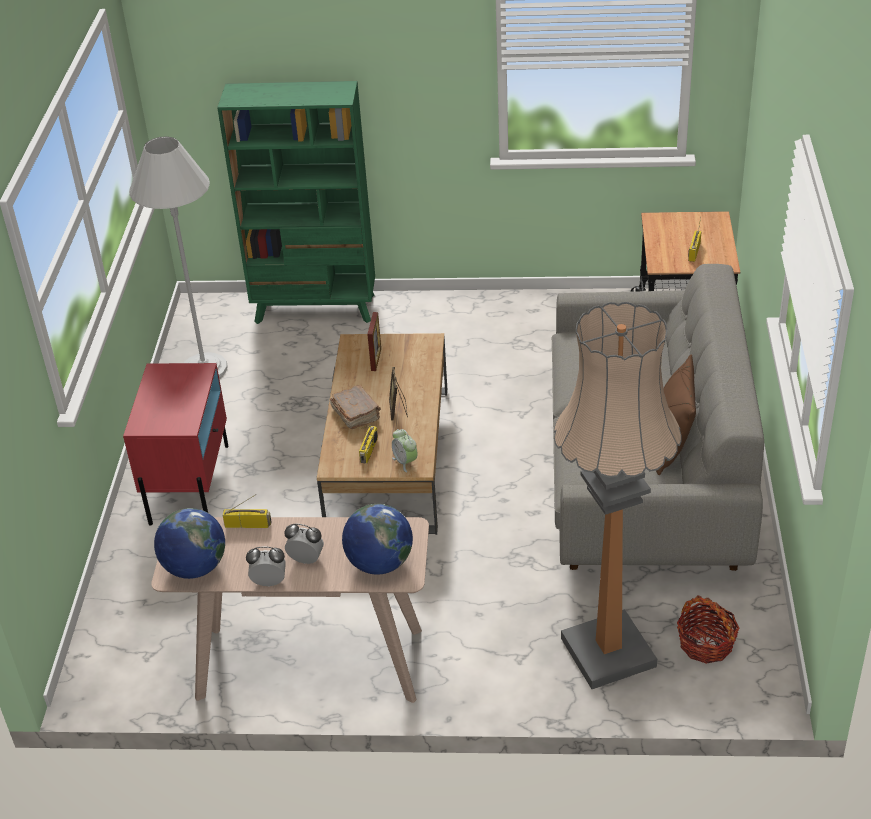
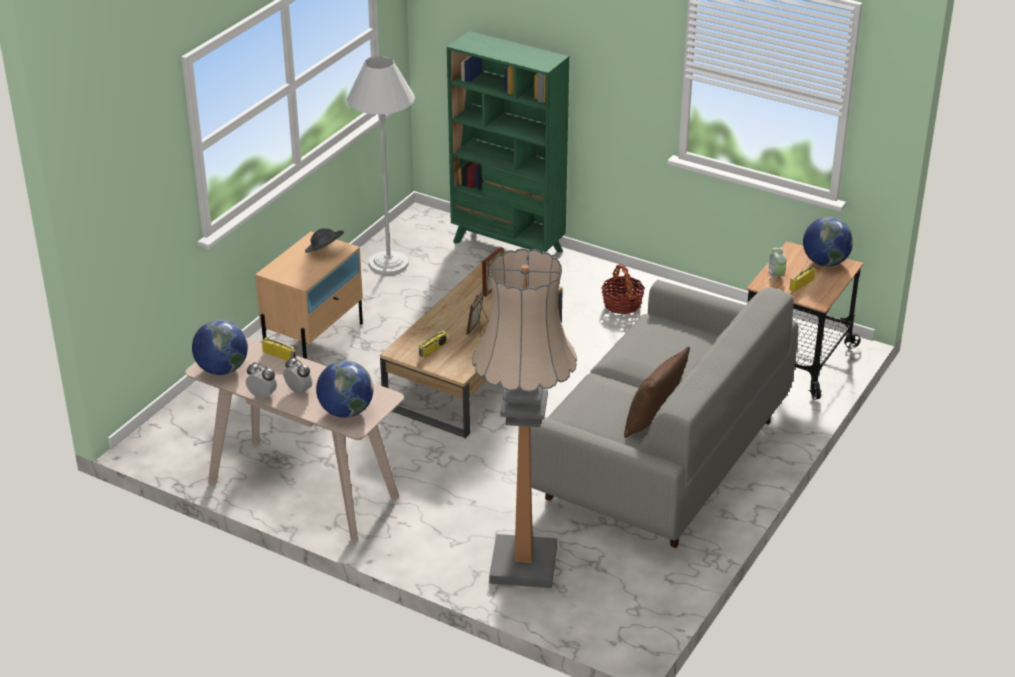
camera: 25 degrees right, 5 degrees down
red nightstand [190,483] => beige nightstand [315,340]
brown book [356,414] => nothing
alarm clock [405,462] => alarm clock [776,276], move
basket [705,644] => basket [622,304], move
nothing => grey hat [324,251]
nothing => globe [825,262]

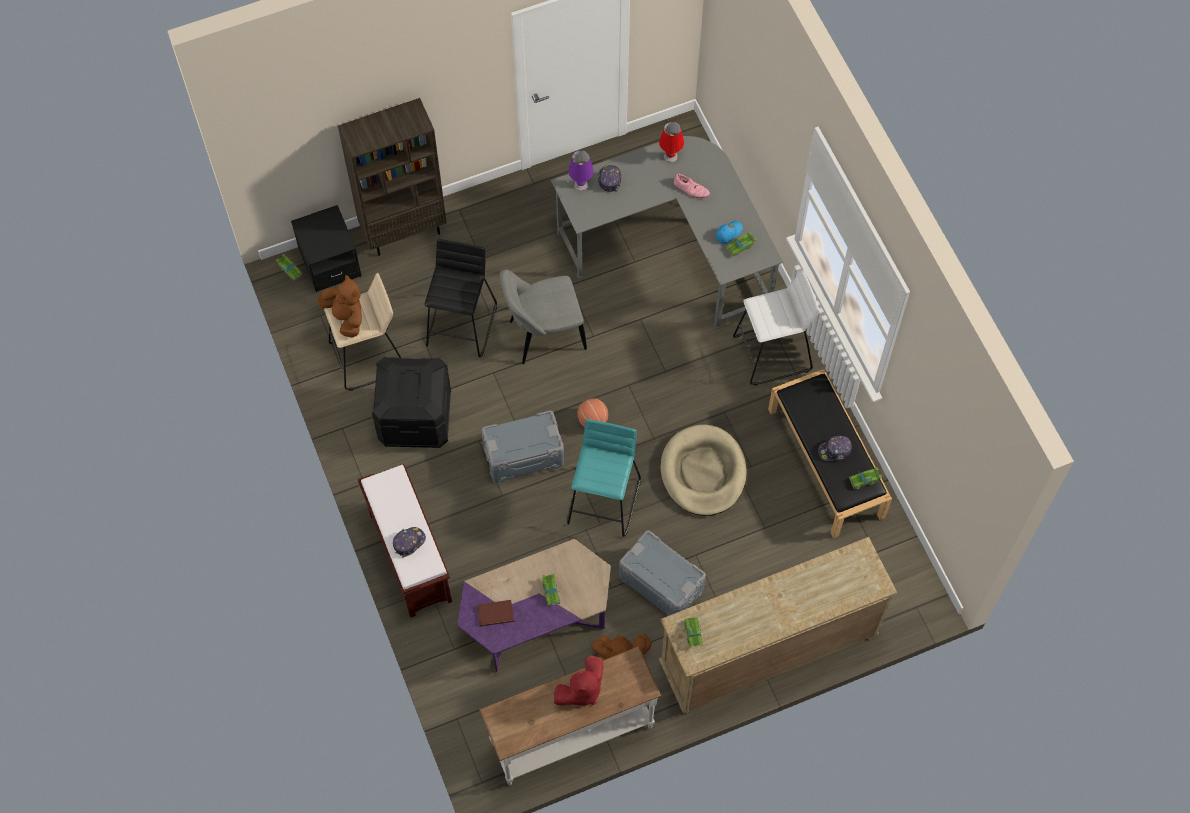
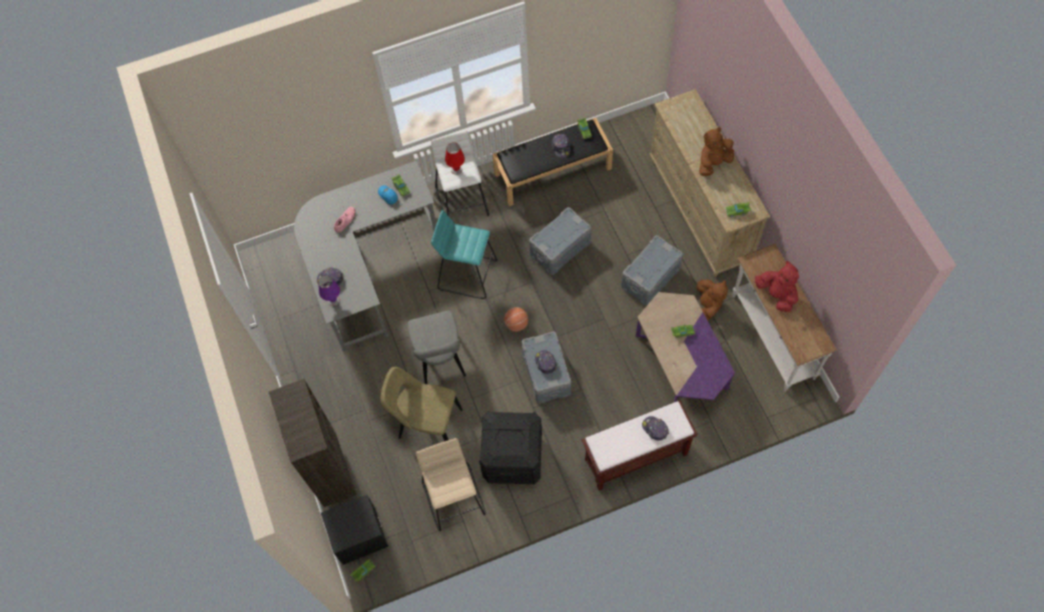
camera: 85 degrees left, 0 degrees up
brown plush toy [346,317] => brown plush toy [713,163], move
black stool [462,325] => beige chair [427,423]
brown book [495,613] => nothing
turquoise stool [604,501] => turquoise stool [467,274], move
red table lamp [670,156] => red table lamp [456,170], move
beige dog bed [703,472] => grey storage box [560,249]
nothing => cap [545,363]

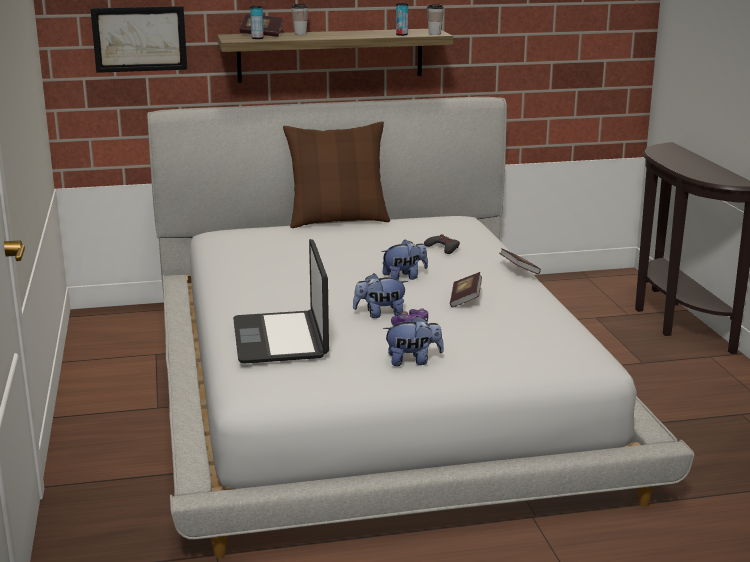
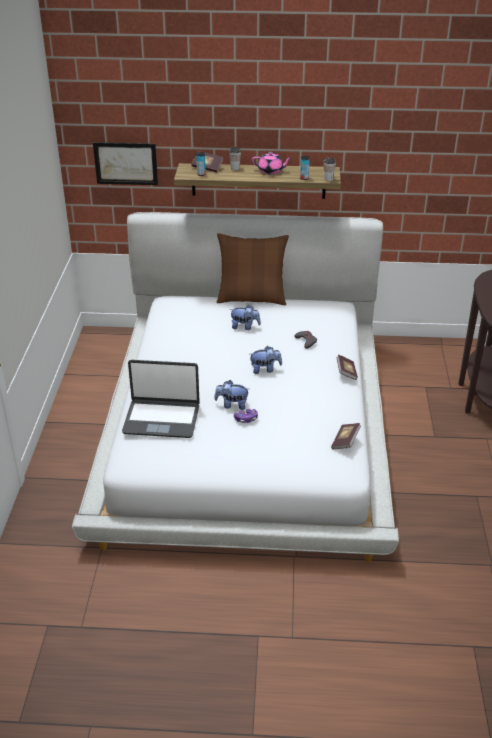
camera: 15 degrees right, 15 degrees up
laptop [281,339] => laptop [161,419], 90 degrees counterclockwise
plush toy [413,361] => plush toy [245,327], move
book [465,299] => book [345,442], move
nothing => pink teapot [271,171]

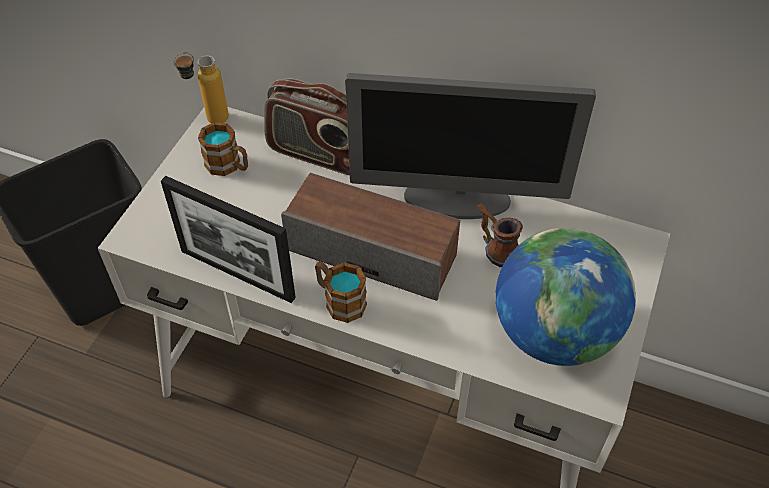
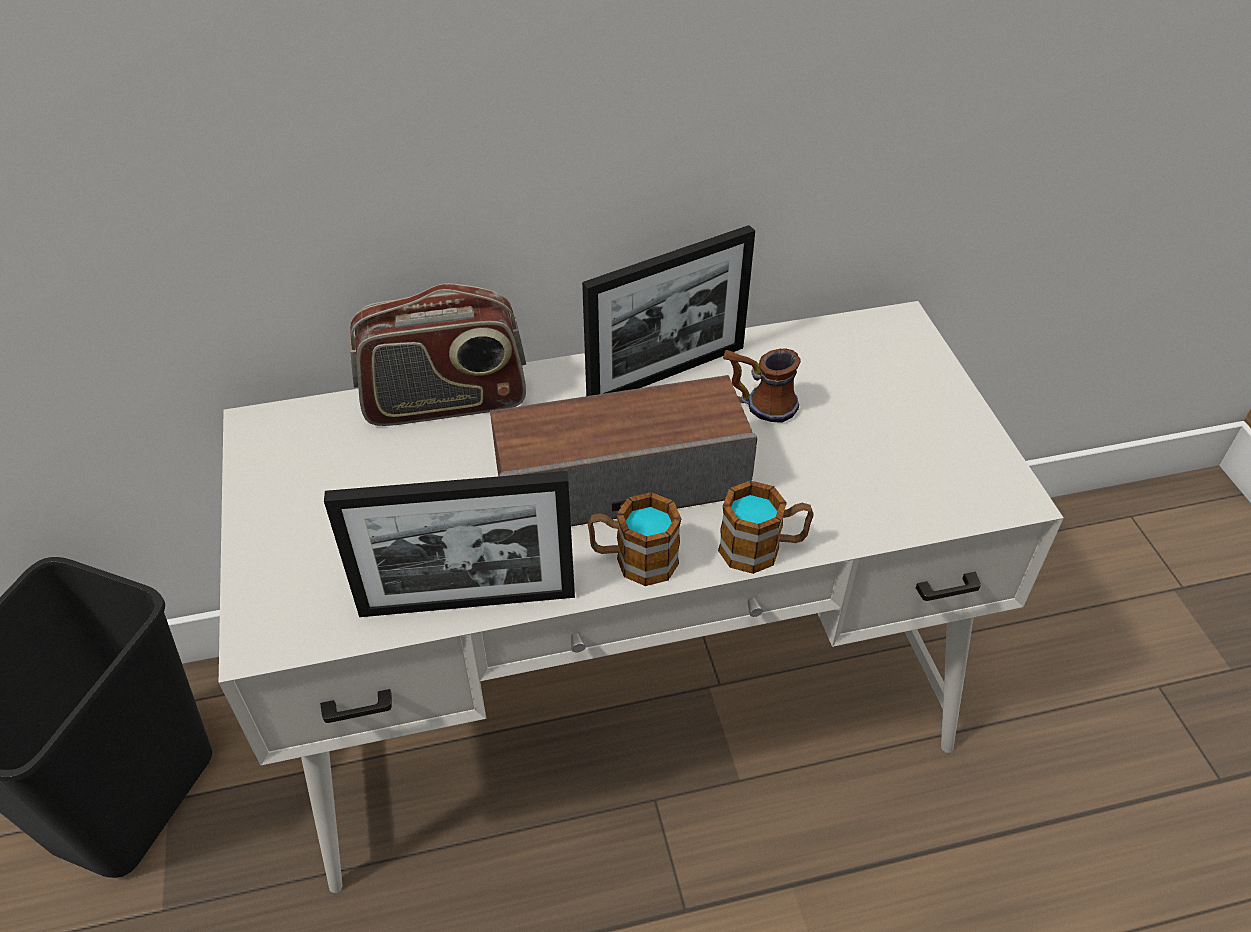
camera: 35 degrees left, 5 degrees down
bottle [208,120] => nothing
mug [228,166] => mug [762,548], move
monitor [458,200] => picture frame [666,373]
globe [553,333] => nothing

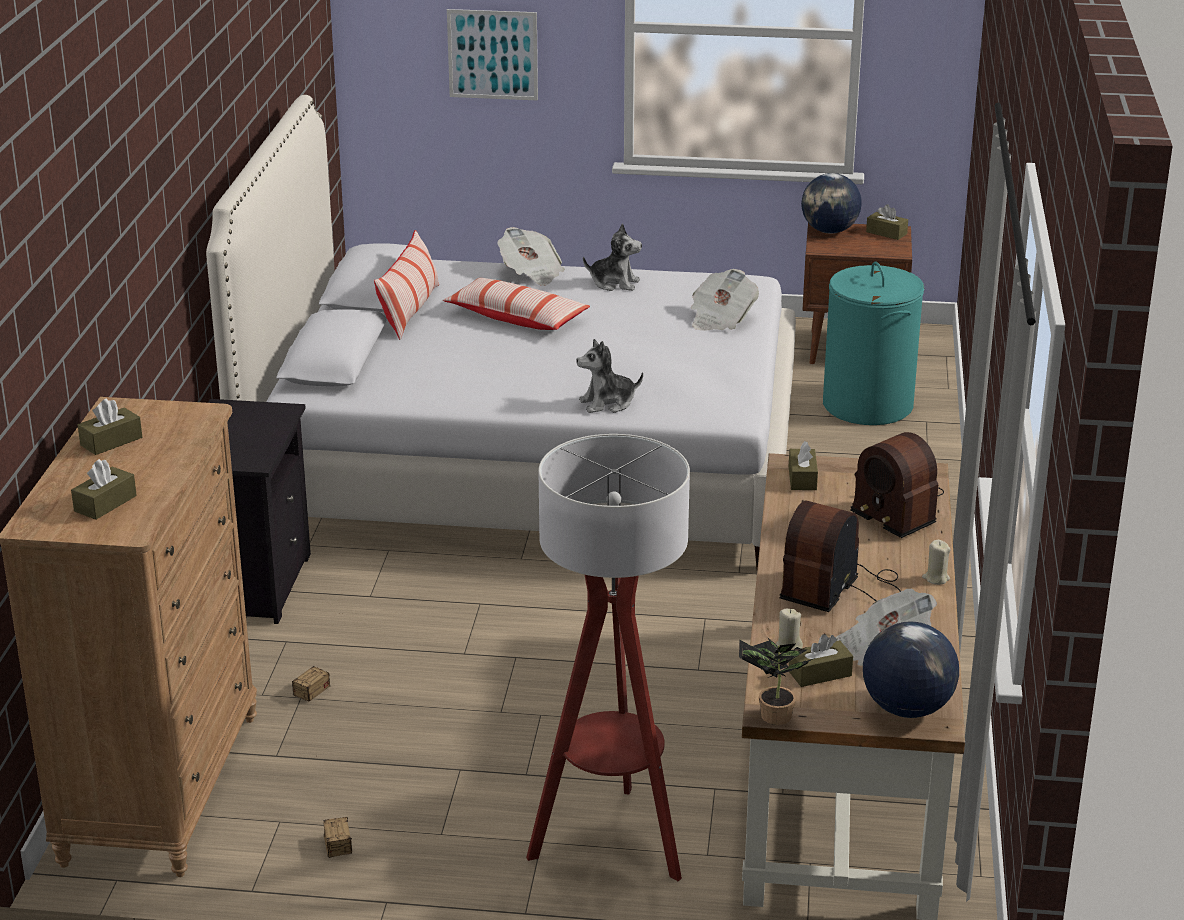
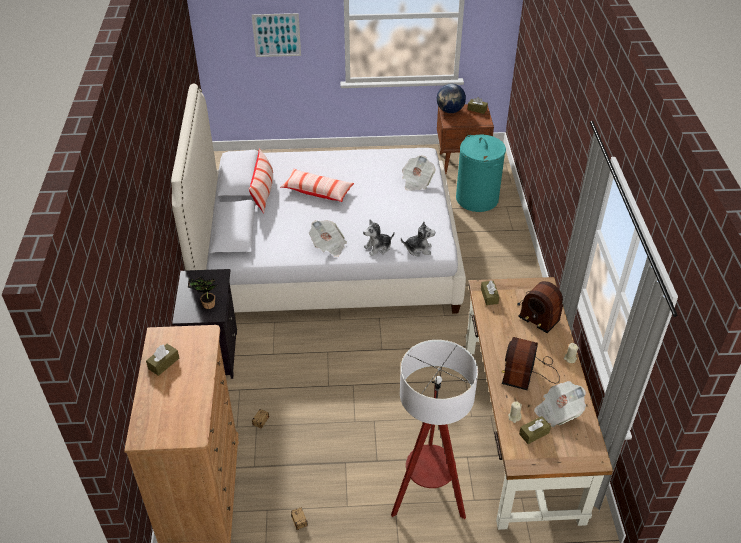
camera: 10 degrees left, 15 degrees up
brown tissue box [105,503] => nothing
newspaper [531,273] => newspaper [328,245], move
plush toy [614,283] => plush toy [418,249], move
potted plant [771,716] => potted plant [207,305], move
globe [906,708] => nothing

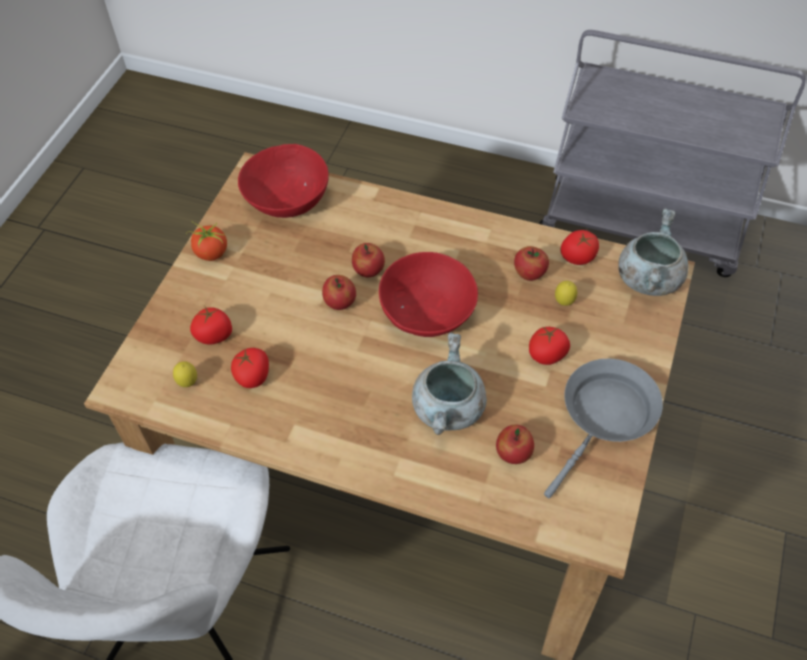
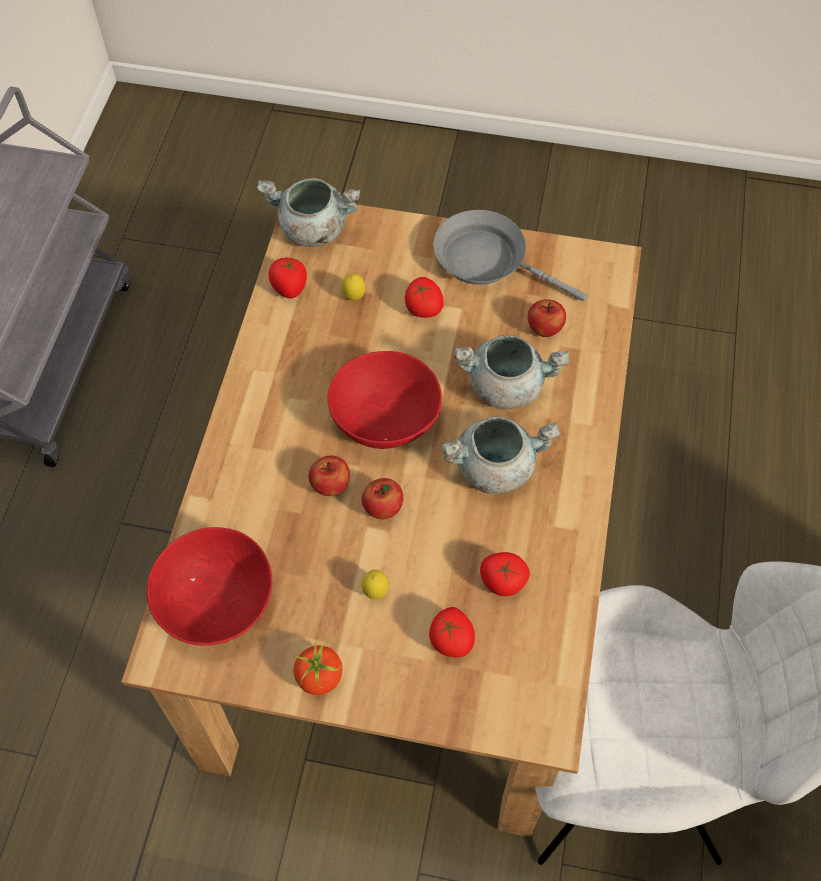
camera: 100 degrees left, 5 degrees up
lemon [188,383] => lemon [375,592], move
apple [529,274] => nothing
nothing => grey cooking pot [495,466]

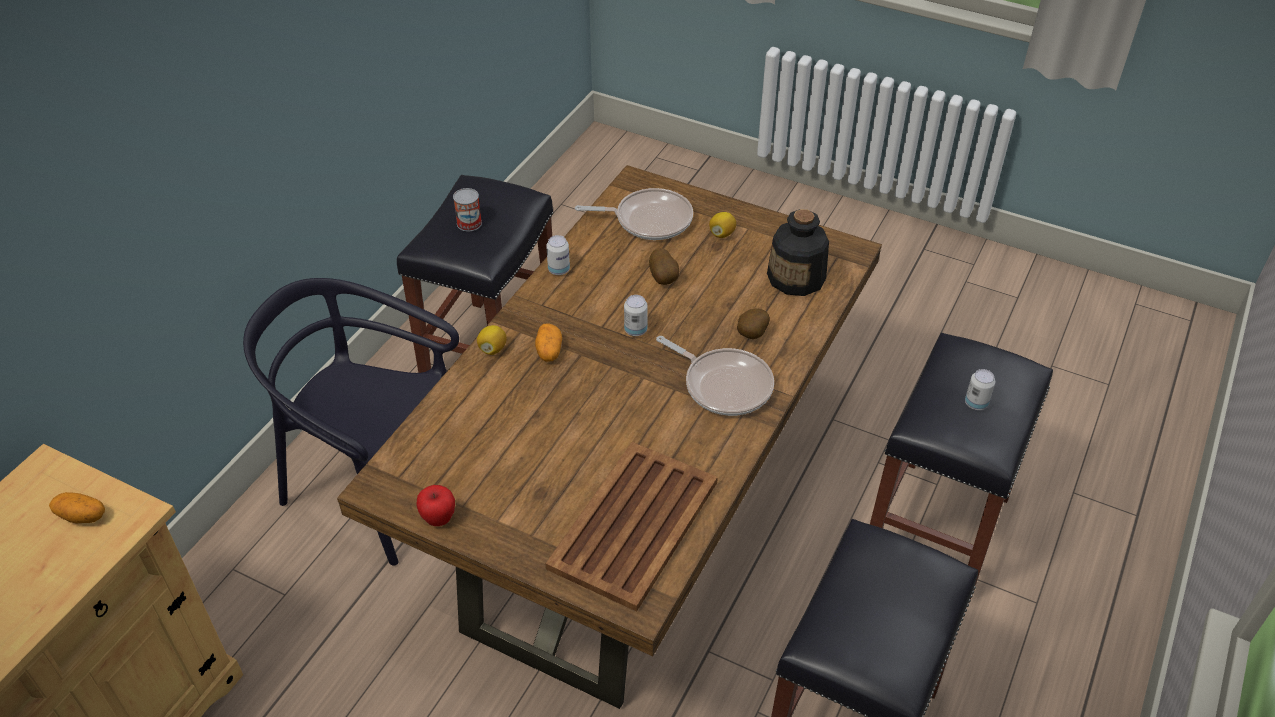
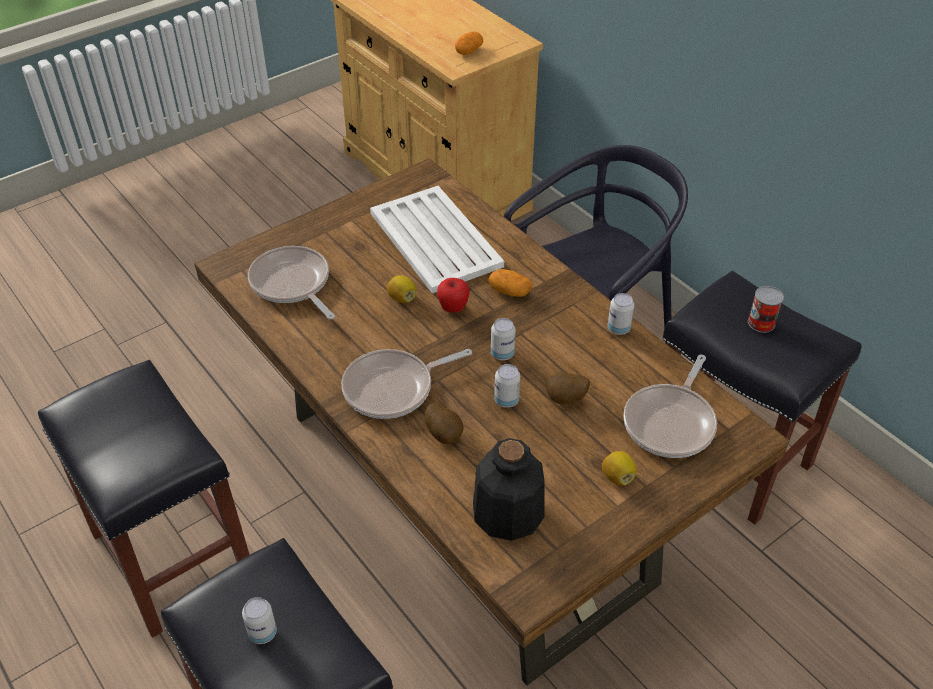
camera: 115 degrees right, 0 degrees up
apple [438,518] => apple [453,308], move
lemon [492,349] => lemon [402,298], move
brown tray [635,523] => frying pan [292,284]
nothing => white tray [435,240]
nothing => can [506,400]

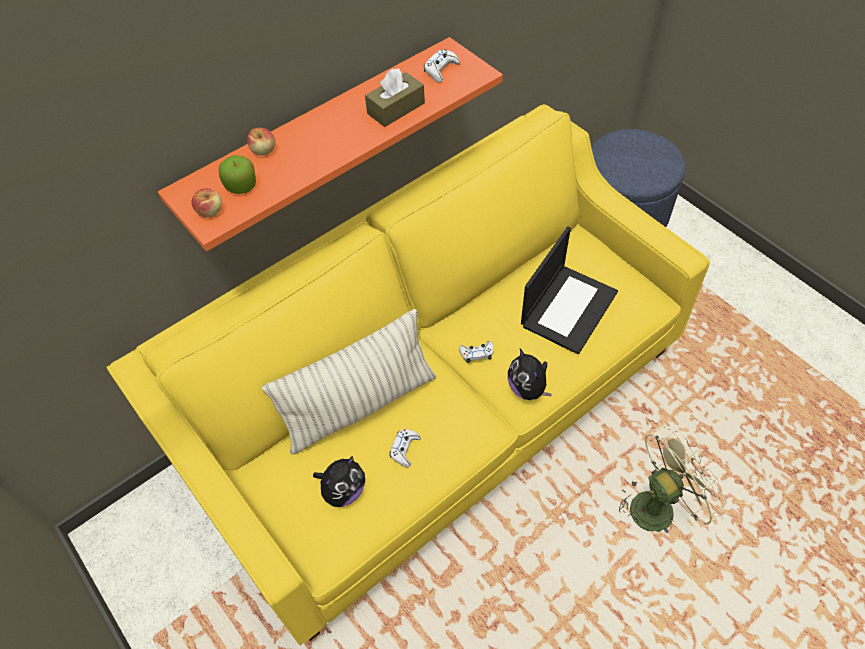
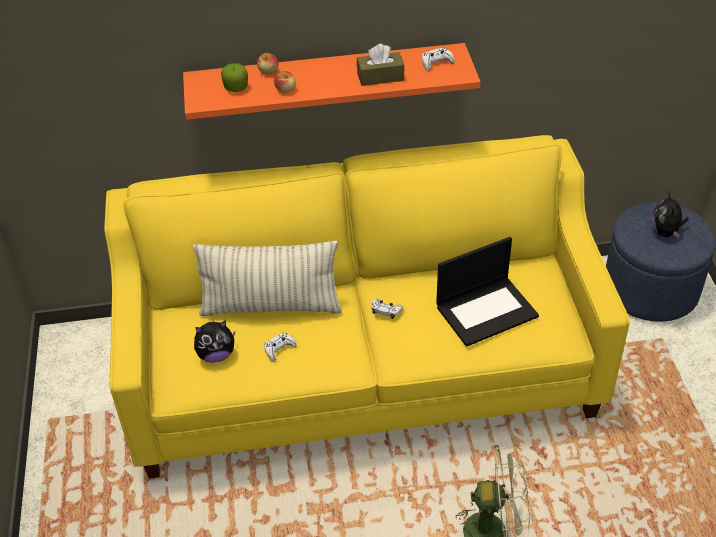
camera: 30 degrees right, 10 degrees down
apple [210,211] => apple [286,89], move
plush toy [528,388] => plush toy [665,232], move

